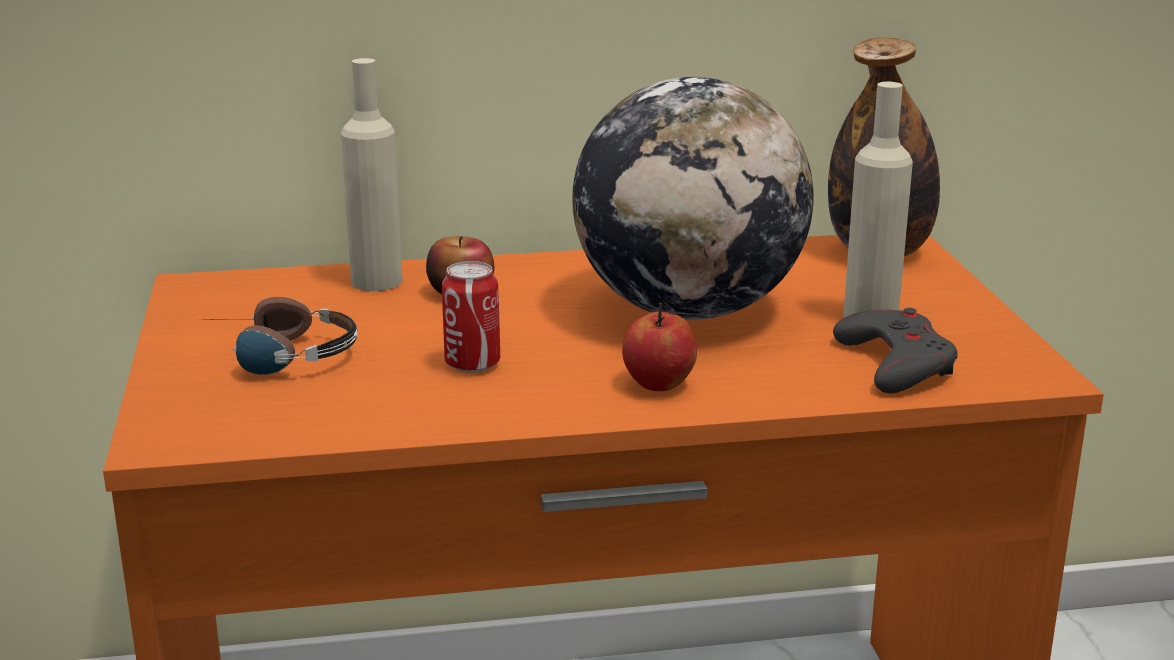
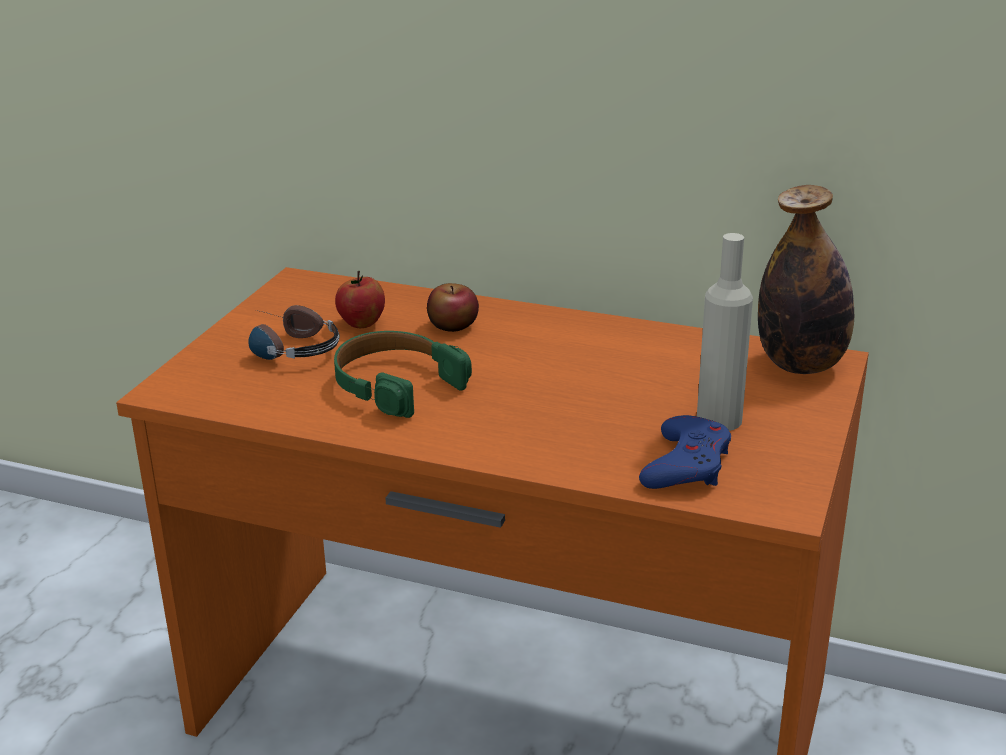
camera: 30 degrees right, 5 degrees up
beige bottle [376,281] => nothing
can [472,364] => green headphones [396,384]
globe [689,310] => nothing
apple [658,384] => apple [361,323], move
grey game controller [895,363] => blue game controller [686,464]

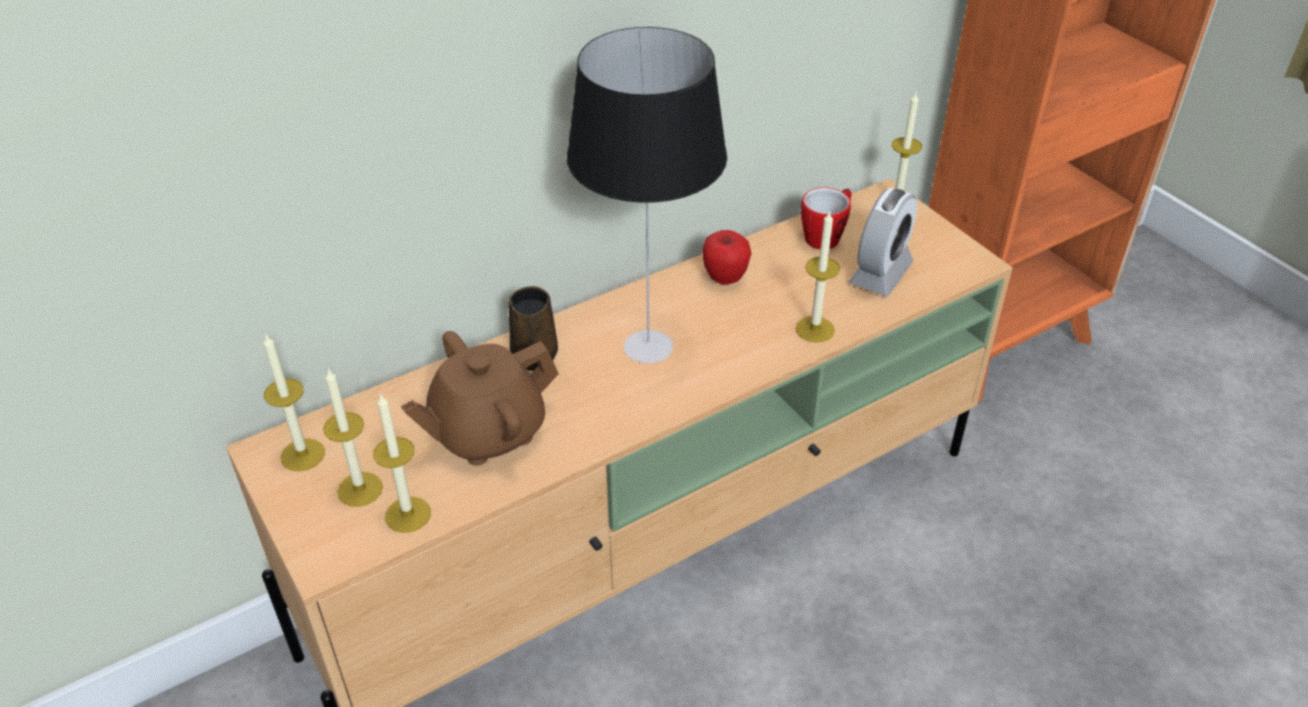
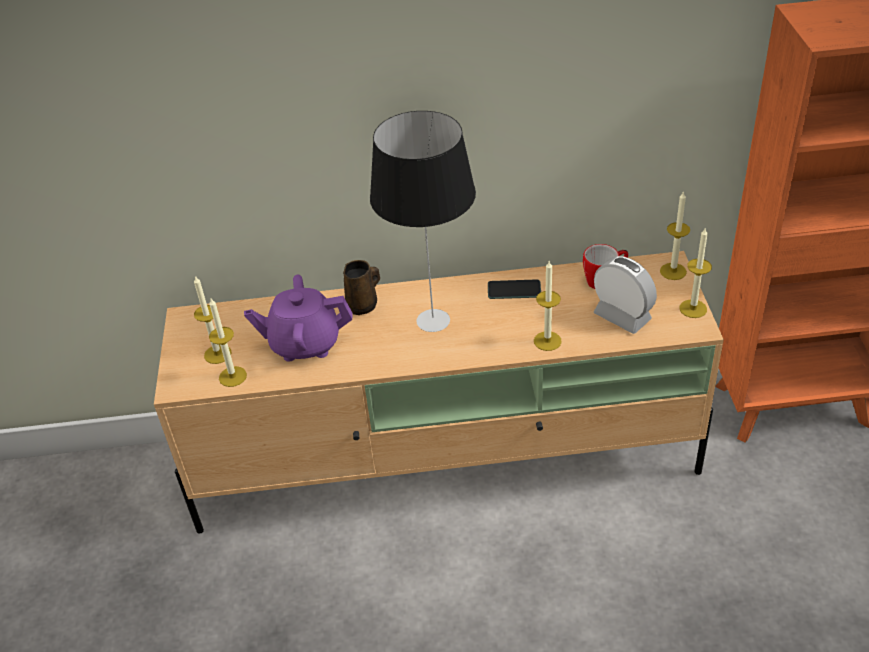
camera: 30 degrees right, 0 degrees up
candle [302,455] => candle [693,308], move
brown teapot [487,432] => purple teapot [305,344]
apple [725,278] => phone [514,290]
alarm clock [880,274] => alarm clock [622,316], 105 degrees counterclockwise

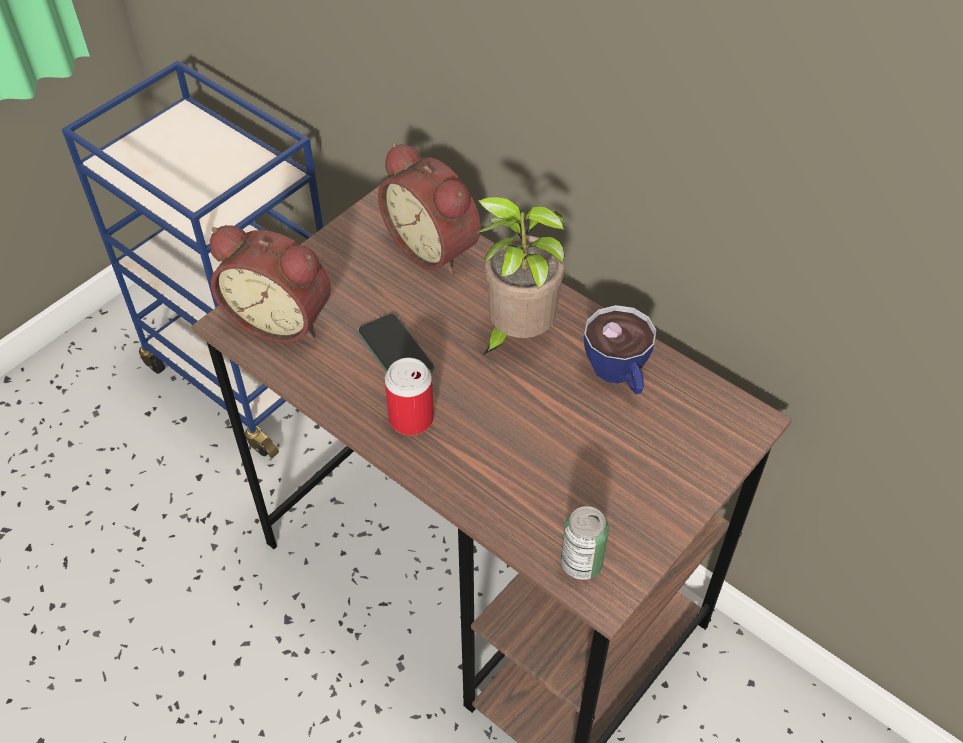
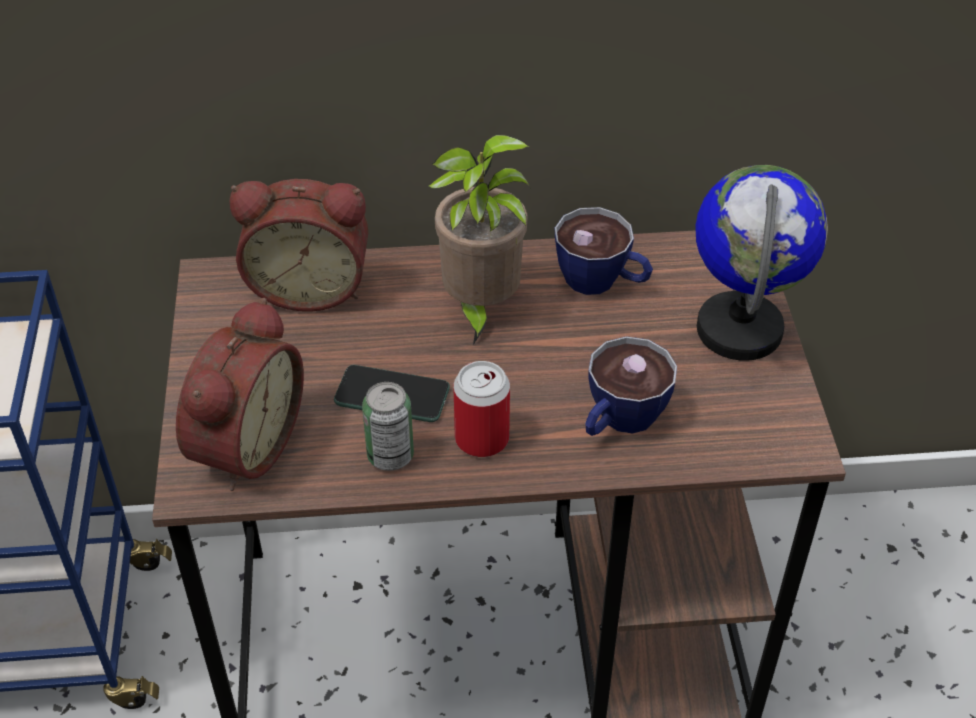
camera: 45 degrees left, 5 degrees down
alarm clock [282,318] => alarm clock [242,445], 45 degrees counterclockwise
can [581,563] => can [390,456], move
nothing => cup [619,421]
nothing => globe [740,329]

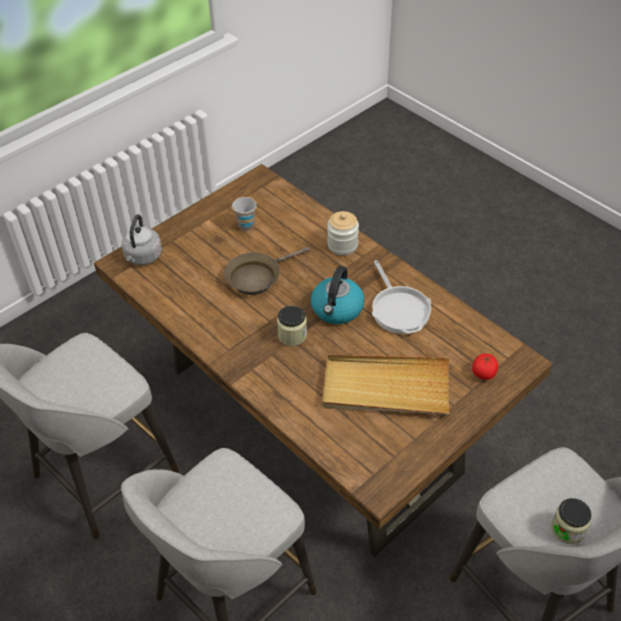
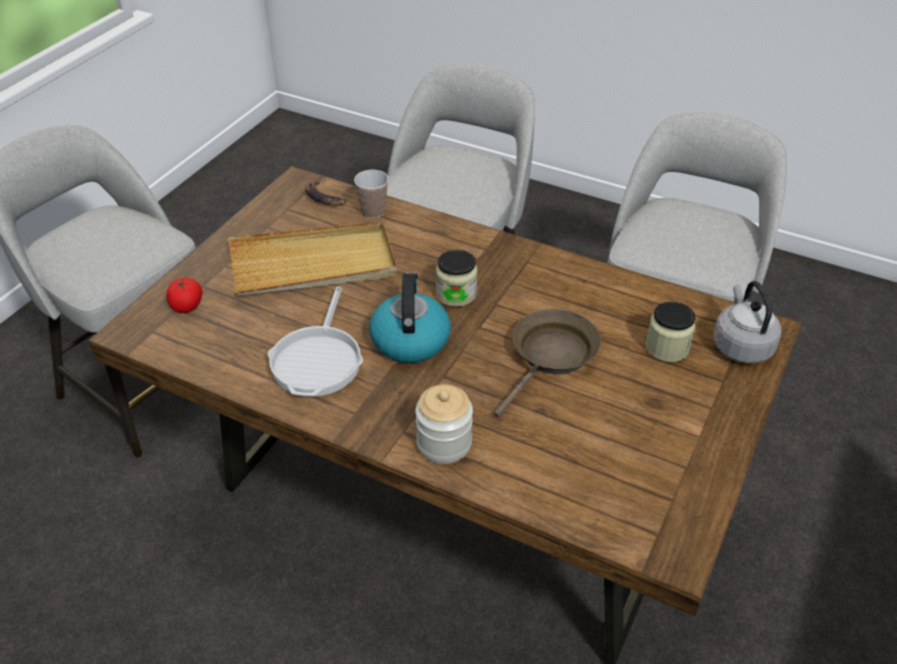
camera: 160 degrees right, 5 degrees down
cup [246,225] => cup [373,211], move
frying pan [399,309] => frying pan [318,360], 135 degrees counterclockwise
jar [568,529] => jar [667,348], move
nothing => banana [324,197]

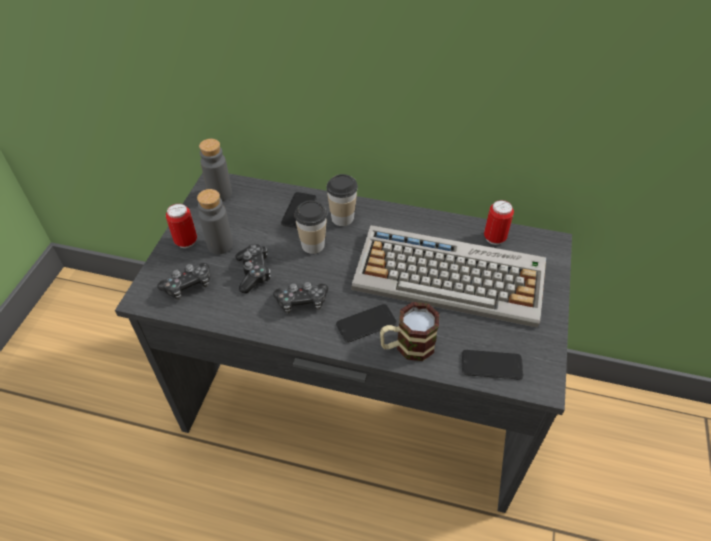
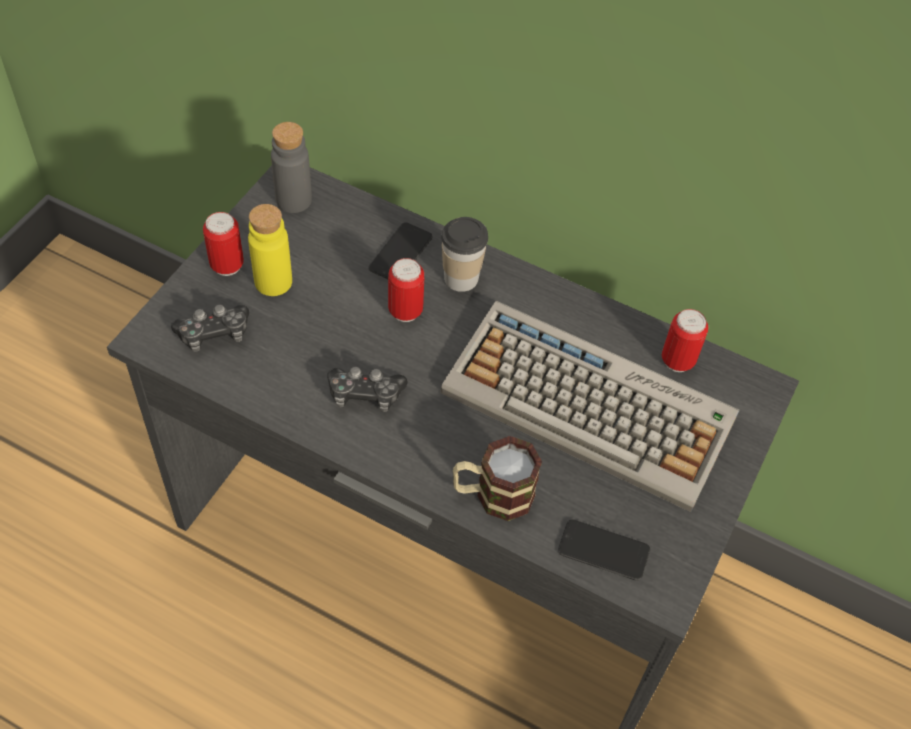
camera: 10 degrees right, 5 degrees up
grey bottle [220,245] => yellow bottle [273,282]
game controller [254,272] => nothing
cup [313,245] => can [405,311]
phone [366,324] => nothing

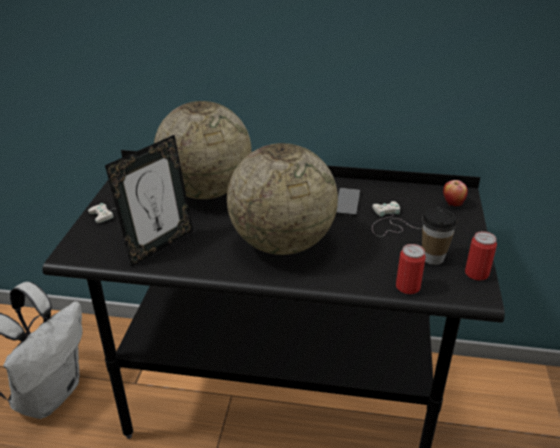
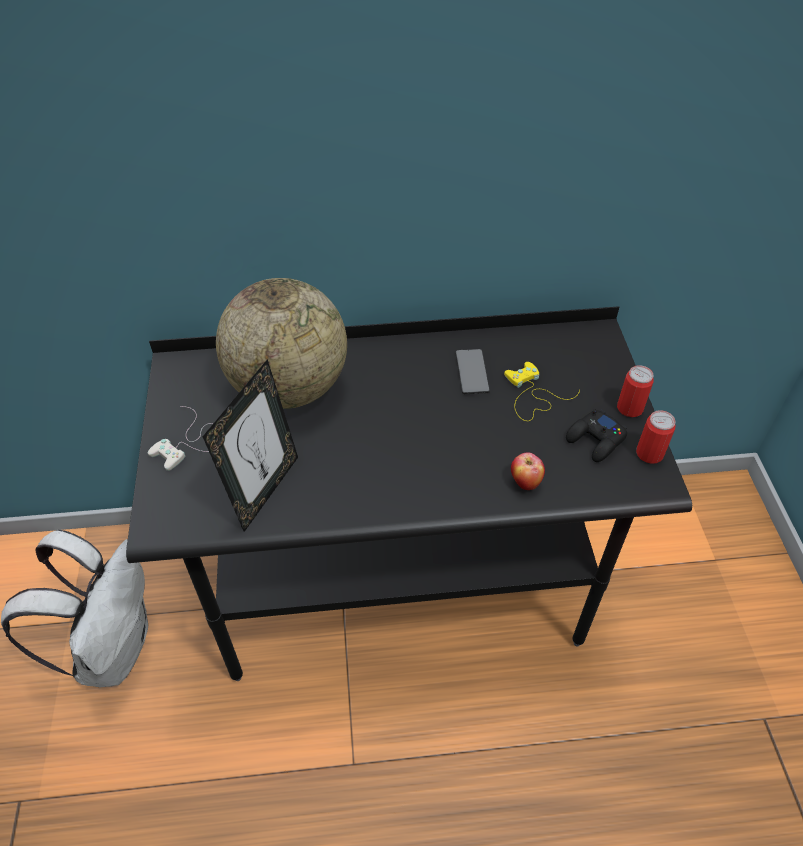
camera: 15 degrees left, 15 degrees up
globe [282,243] => nothing
white game controller [390,223] => yellow game controller [532,395]
can [407,287] => can [630,408], move
cup [432,258] => black game controller [595,440]
apple [452,204] => apple [525,482], move

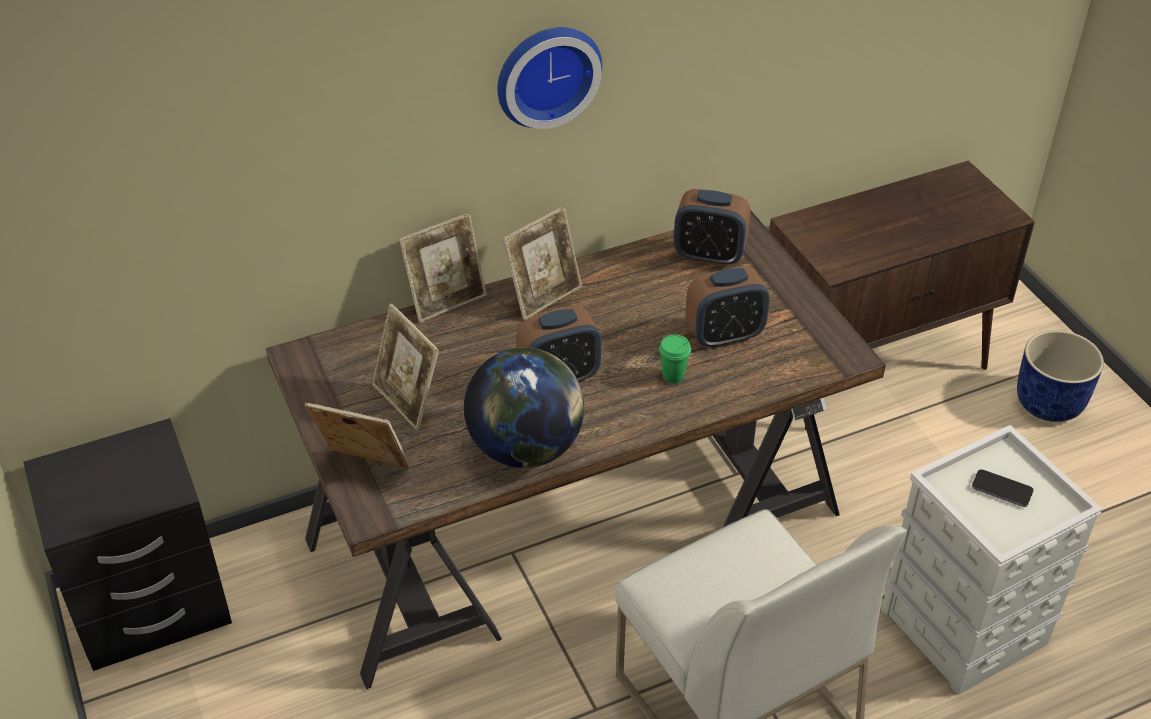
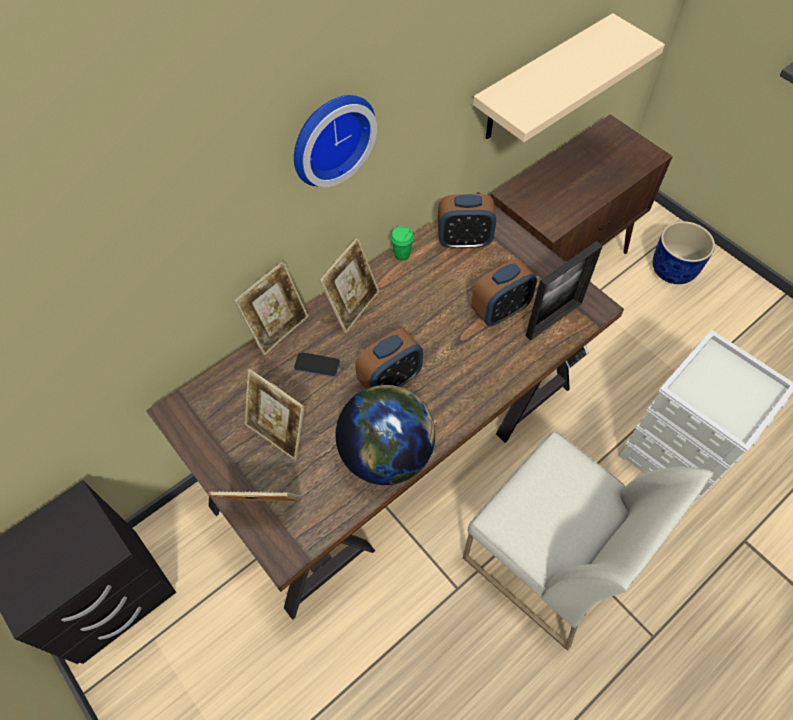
camera: 15 degrees left, 15 degrees up
green cup [673,376] => green cup [402,254], move
phone [1001,490] => phone [317,365], move
nothing => beige shelf [540,80]
nothing => picture frame [554,319]

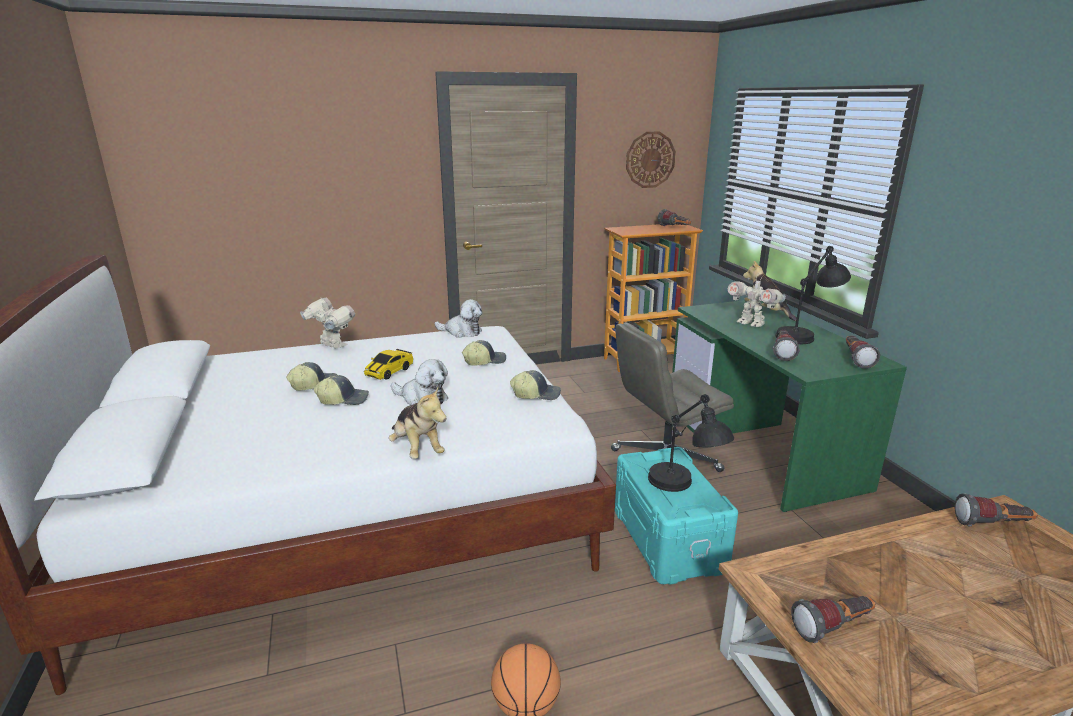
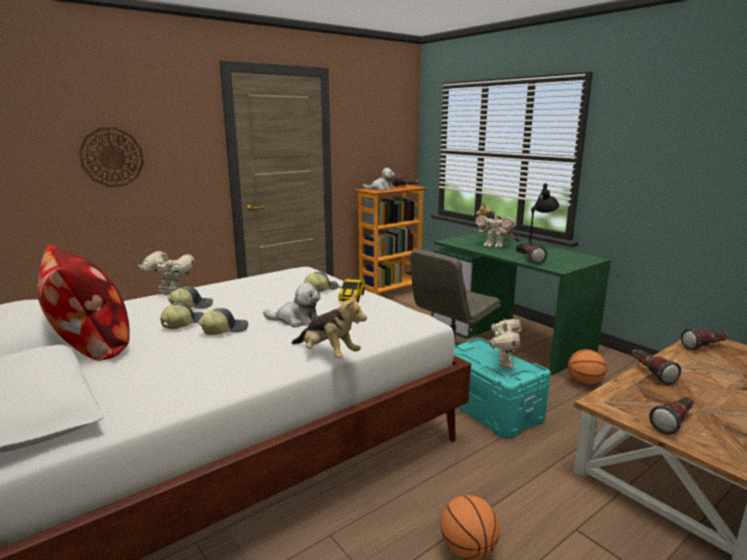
camera: 20 degrees left, 5 degrees down
toy car [389,372] => toy car [352,297], move
plush toy [462,332] => plush toy [381,189], move
cap [536,394] => cap [192,306], move
wall clock [650,160] => wall clock [112,157], move
black table lamp [684,489] => toy robot [503,363]
flashlight [855,359] => flashlight [650,373], move
nothing => pillow [91,346]
nothing => basketball [584,383]

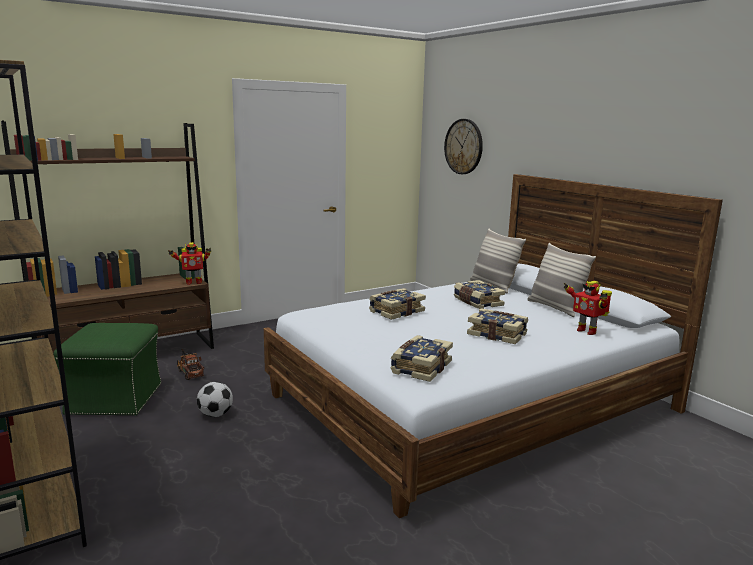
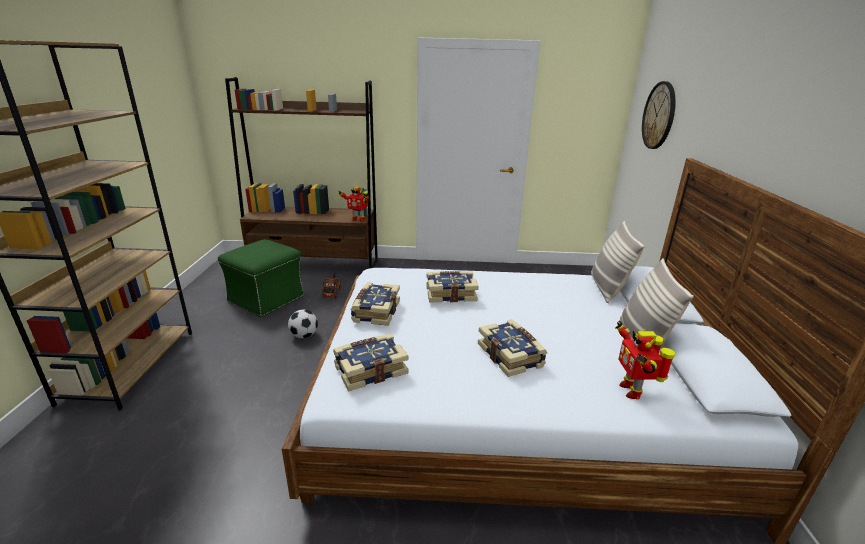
camera: 35 degrees right, 10 degrees up
book [477,302] => book [375,311], move

